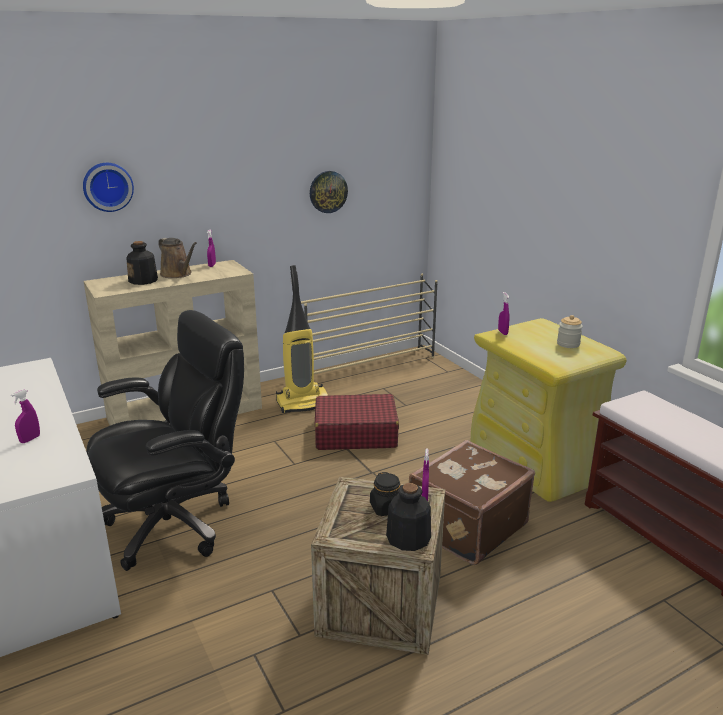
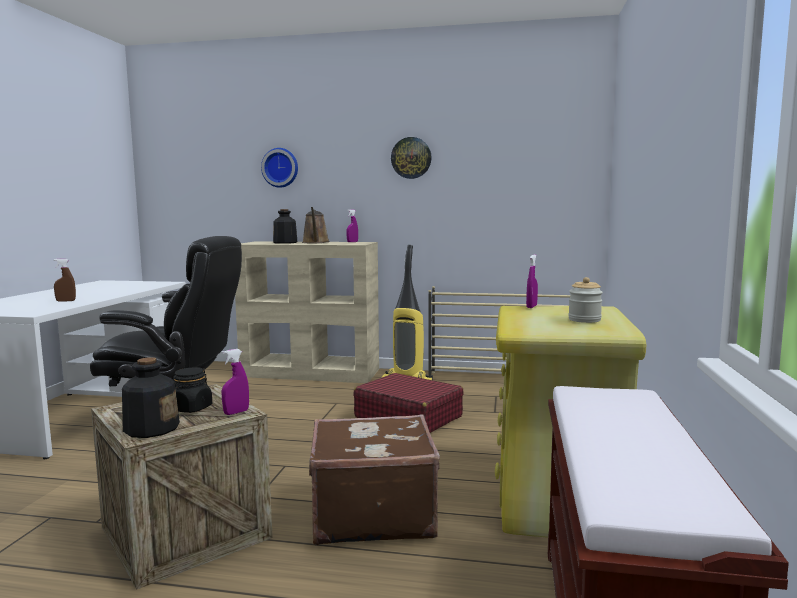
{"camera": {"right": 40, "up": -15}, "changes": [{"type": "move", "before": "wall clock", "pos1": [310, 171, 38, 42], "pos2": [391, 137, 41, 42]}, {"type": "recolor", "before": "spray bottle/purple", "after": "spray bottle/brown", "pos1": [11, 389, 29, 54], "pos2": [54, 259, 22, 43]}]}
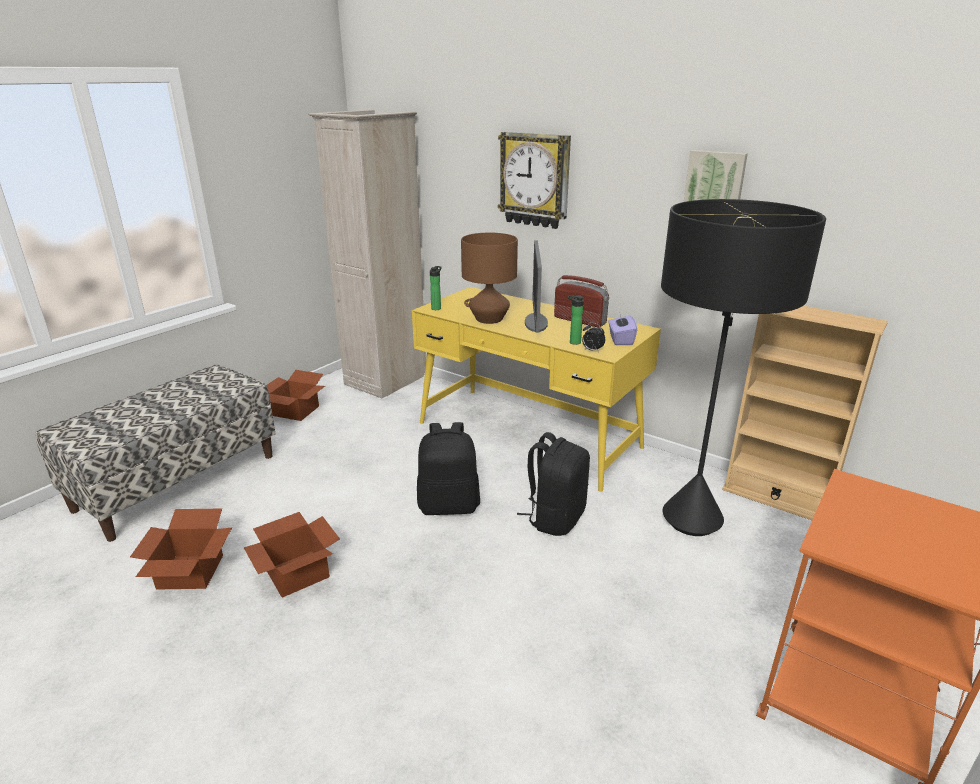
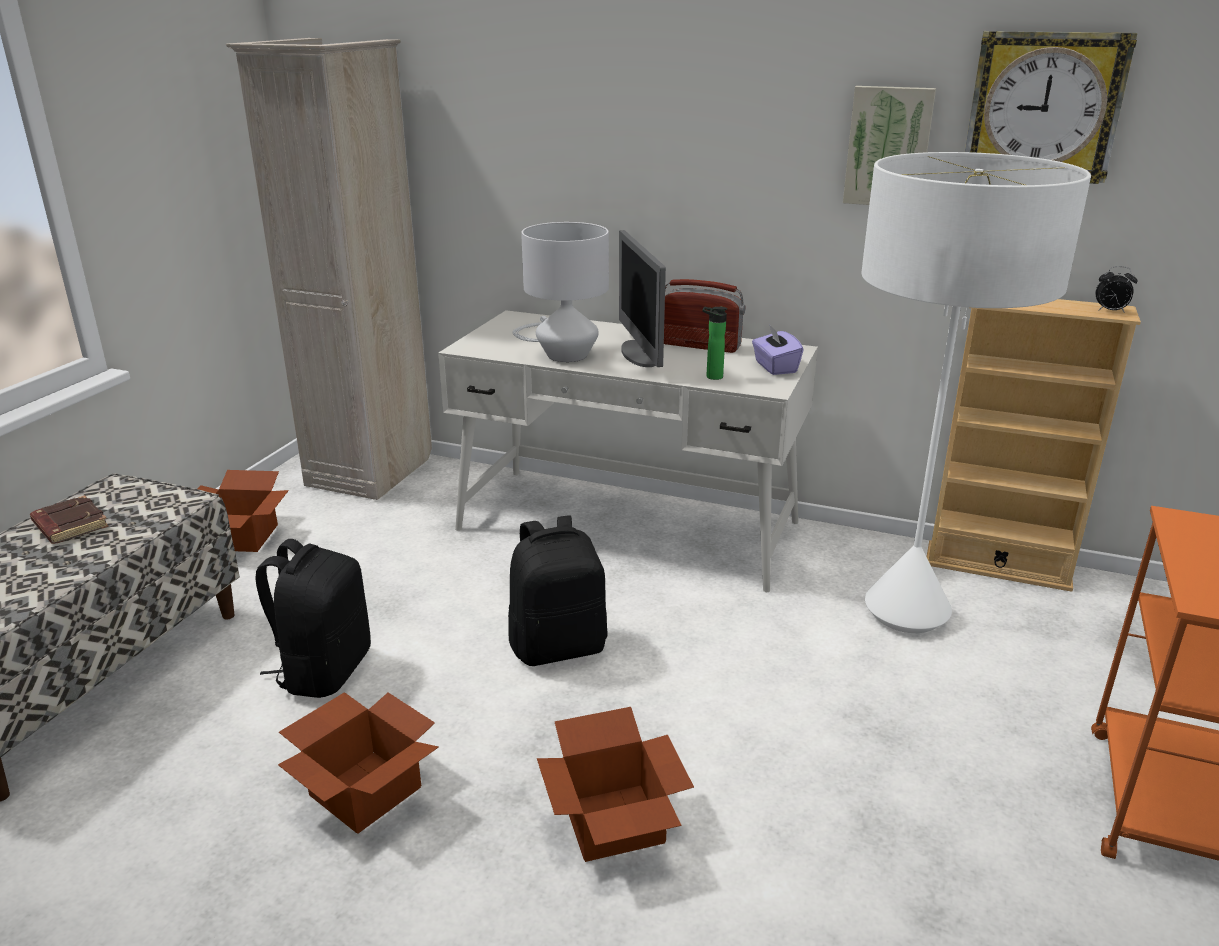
{"camera": {"right": -15, "up": 0}, "changes": [{"type": "delete", "before": "bottle", "pos1": [430, 266, 12, 44]}, {"type": "insert", "after": "book/brown", "pos2": [30, 495, 79, 49]}, {"type": "move", "before": "cardboard box", "pos1": [130, 509, 102, 81], "pos2": [537, 707, 157, 155]}, {"type": "move", "before": "wall clock", "pos1": [498, 132, 73, 97], "pos2": [965, 31, 172, 153]}, {"type": "move", "before": "backpack/black", "pos1": [517, 432, 73, 104], "pos2": [255, 539, 116, 159]}, {"type": "move", "before": "alarm clock", "pos1": [582, 322, 23, 30], "pos2": [1096, 266, 41, 47]}, {"type": "recolor", "before": "desk/yellow", "after": "desk/white", "pos1": [412, 287, 249, 205], "pos2": [438, 310, 380, 282]}, {"type": "recolor", "before": "table lamp/brown", "after": "table lamp/grey", "pos1": [461, 233, 57, 91], "pos2": [512, 222, 97, 140]}, {"type": "recolor", "before": "floor lamp/black", "after": "floor lamp/white", "pos1": [661, 199, 165, 337], "pos2": [861, 152, 230, 481]}]}
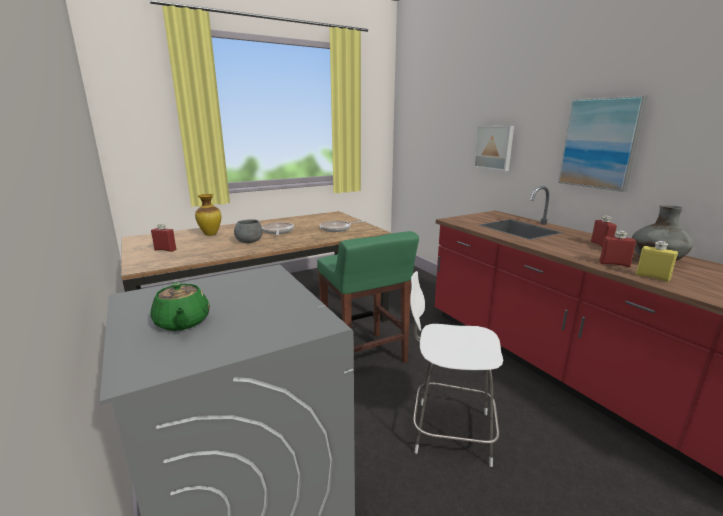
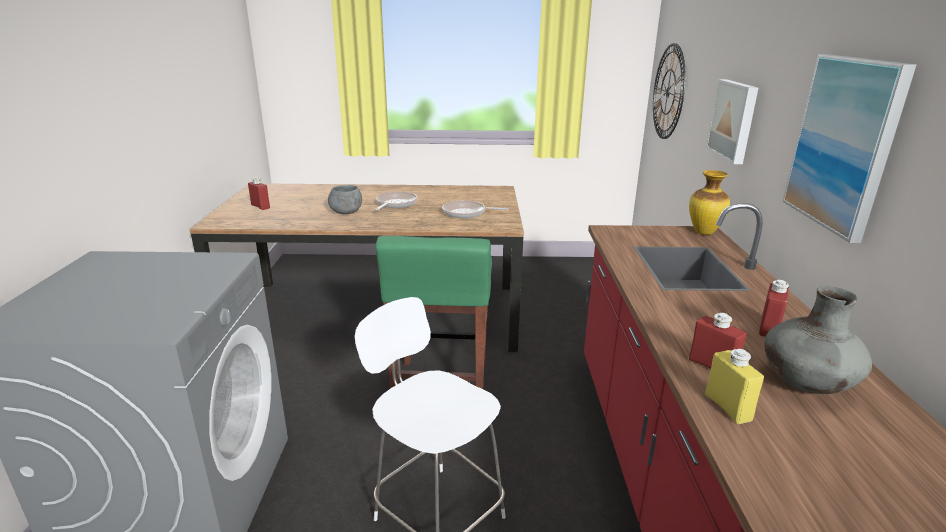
{"camera": {"right": 30, "up": 5}, "changes": [{"type": "delete", "before": "teapot/green", "pos1": [150, 282, 60, 49]}, {"type": "insert", "after": "wall clock", "pos2": [653, 43, 32, 96]}, {"type": "move", "before": "vase", "pos1": [195, 194, 26, 42], "pos2": [689, 170, 41, 65]}]}
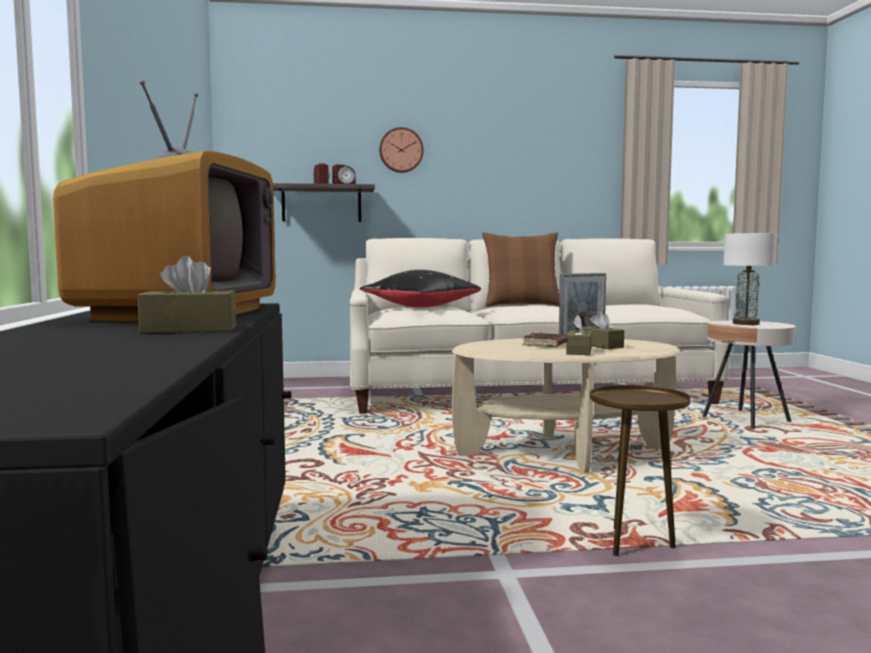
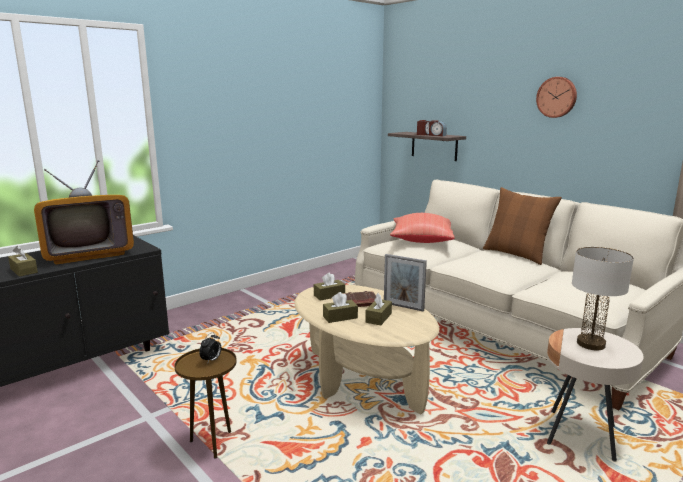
{"camera": {"right": 55, "up": 10}, "changes": [{"type": "insert", "after": "alarm clock", "pos2": [199, 332, 22, 32]}, {"type": "insert", "after": "tissue box/brown", "pos2": [314, 272, 31, 29]}, {"type": "move", "before": "wall clock", "pos1": [379, 127, 45, 46], "pos2": [536, 77, 41, 41]}, {"type": "recolor", "before": "pillow/black", "after": "pillow/red", "pos1": [360, 270, 121, 37], "pos2": [390, 213, 65, 30]}]}
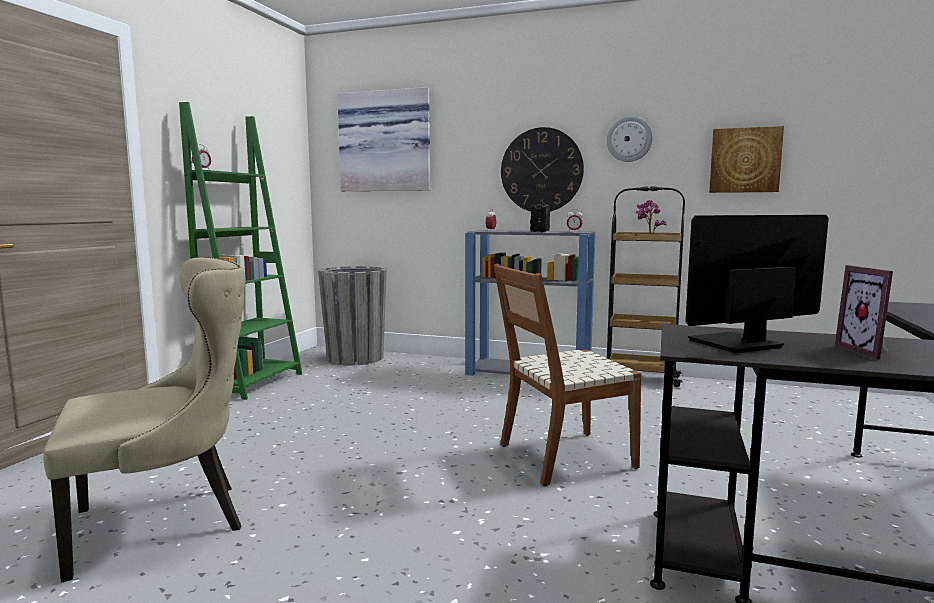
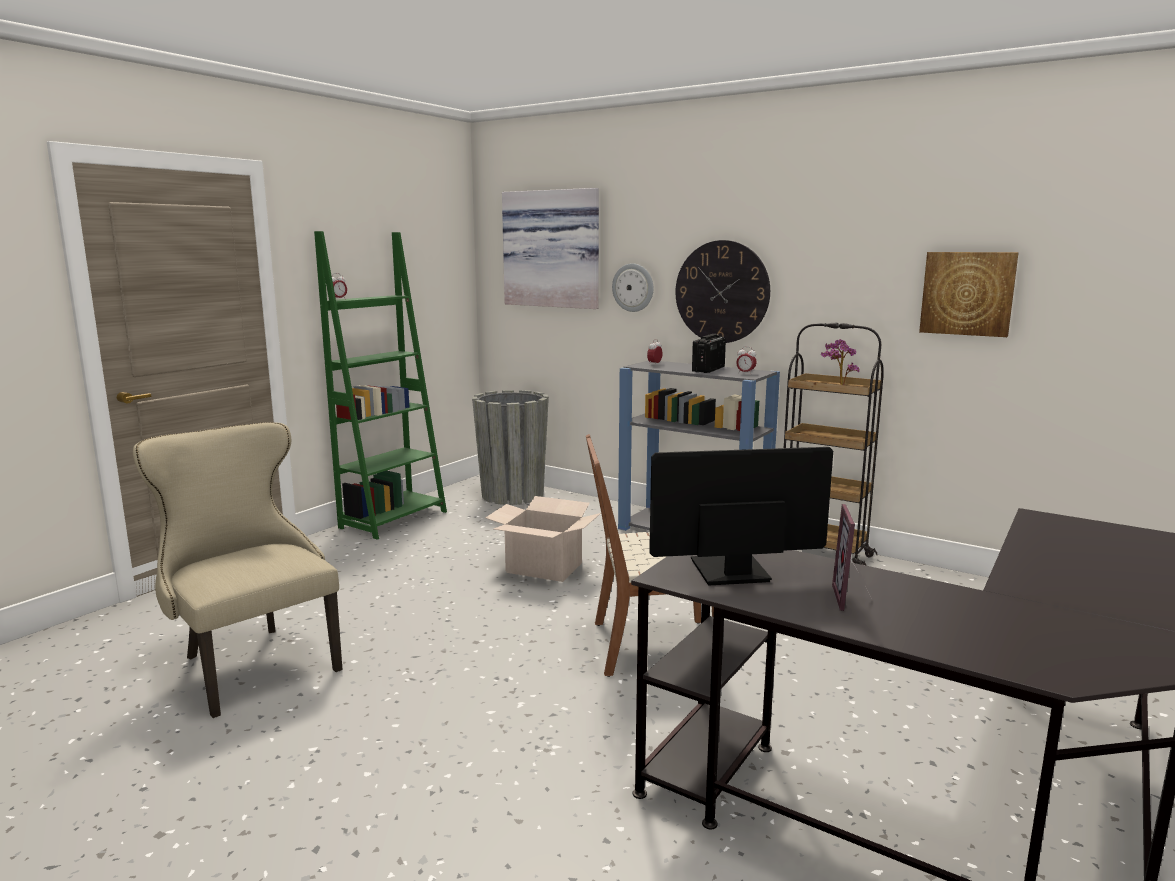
{"camera": {"right": 15, "up": 5}, "changes": [{"type": "insert", "after": "cardboard box", "pos2": [485, 496, 116, 86]}, {"type": "move", "before": "wall clock", "pos1": [607, 116, 46, 46], "pos2": [612, 263, 42, 49]}, {"type": "rotate", "before": "chair/beige", "pos1": [43, 257, 202, 326], "pos2": [133, 422, 210, 296], "turn": -120}]}
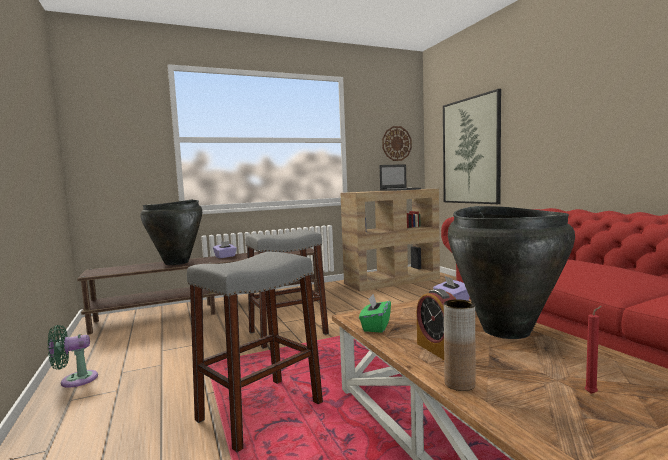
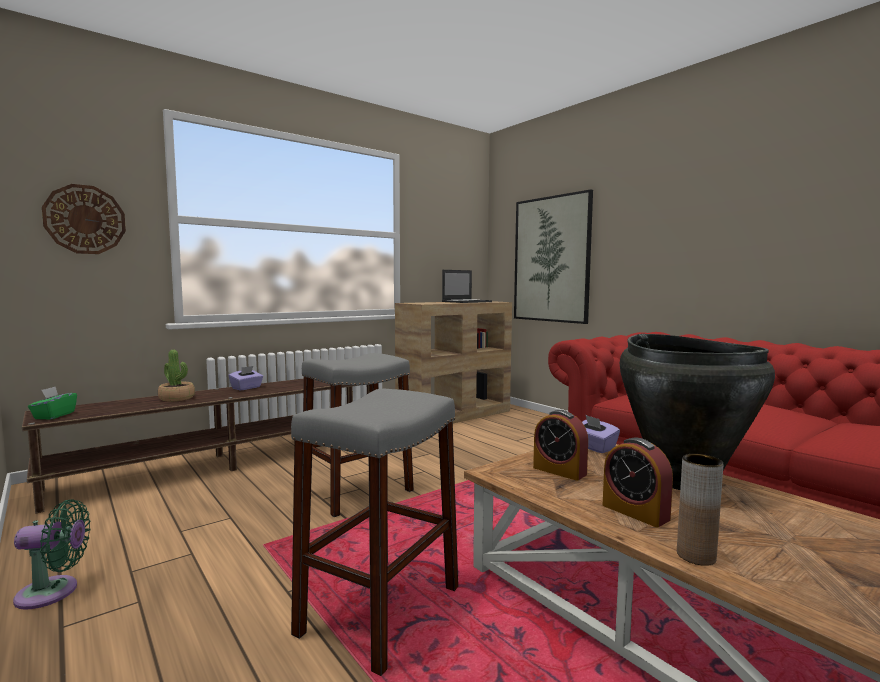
{"camera": {"right": -15, "up": 0}, "changes": [{"type": "delete", "before": "candle/red", "pos1": [585, 306, 17, 88]}, {"type": "insert", "after": "alarm clock", "pos2": [533, 410, 55, 71]}, {"type": "move", "before": "tissue box/green", "pos1": [359, 294, 32, 39], "pos2": [28, 387, 49, 32]}, {"type": "move", "before": "wall clock", "pos1": [382, 126, 30, 35], "pos2": [42, 184, 84, 70]}, {"type": "replace", "before": "vase/black", "after": "potted plant", "pos1": [140, 200, 62, 65], "pos2": [158, 350, 37, 51]}, {"type": "rotate", "before": "fan/green", "pos1": [48, 325, 50, 63], "pos2": [13, 499, 77, 111], "turn": -150}]}
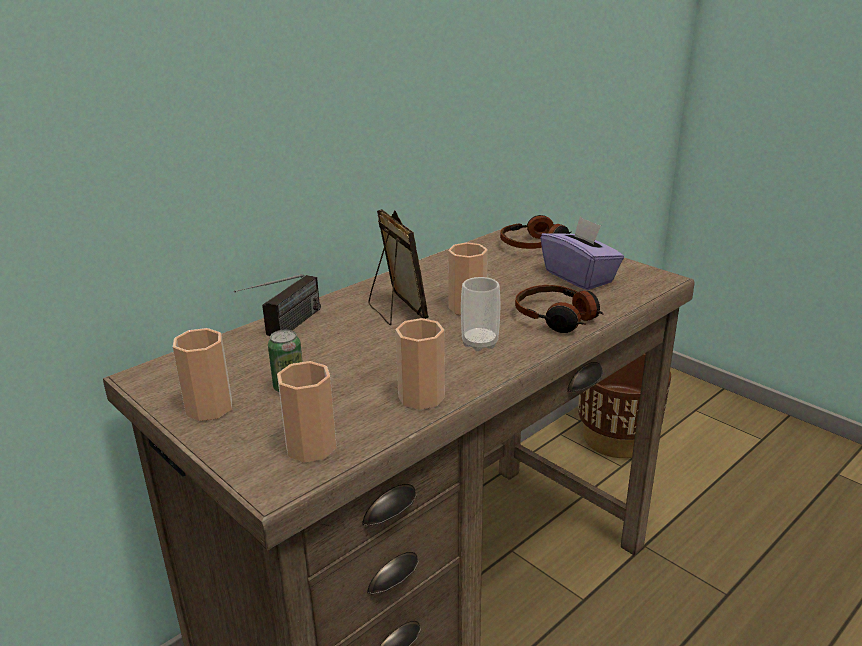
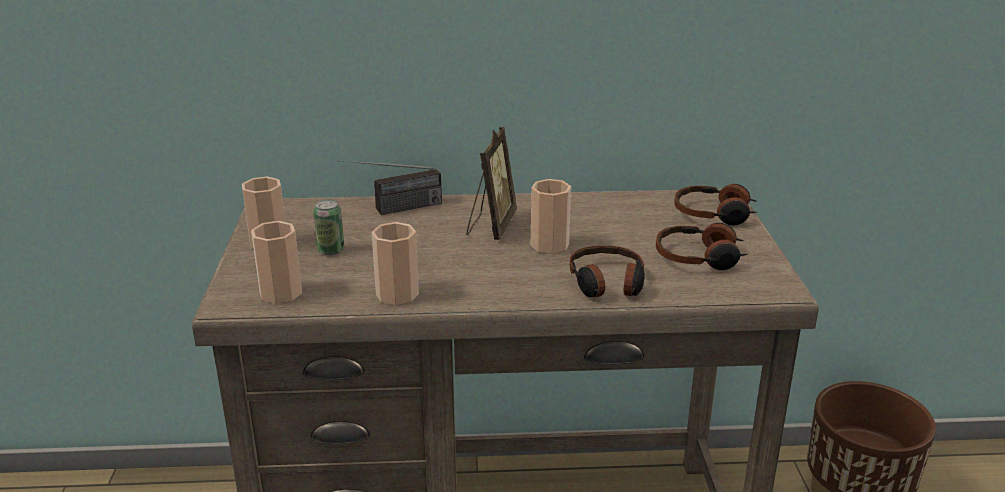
{"camera": {"right": 40, "up": 0}, "changes": [{"type": "delete", "before": "cup", "pos1": [461, 277, 39, 74]}, {"type": "replace", "before": "tissue box/purple", "after": "headphones", "pos1": [541, 217, 83, 73], "pos2": [656, 223, 92, 47]}]}
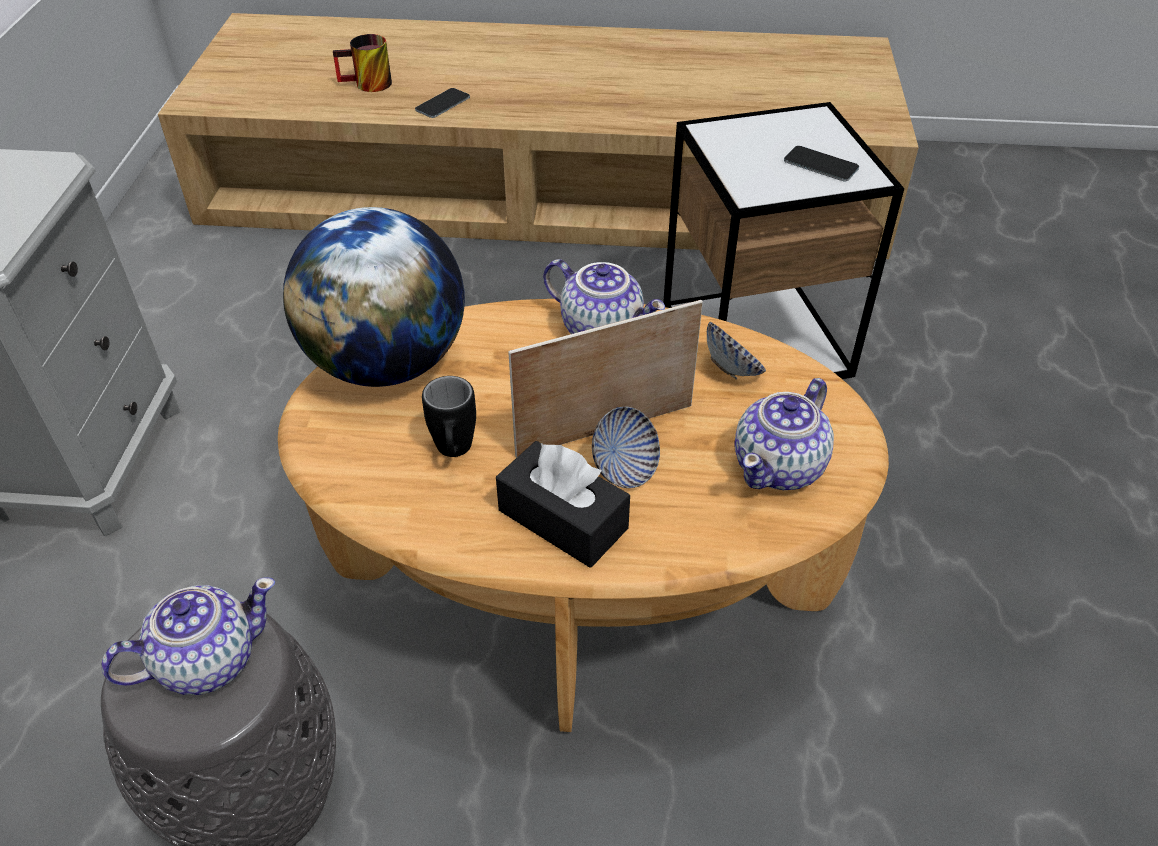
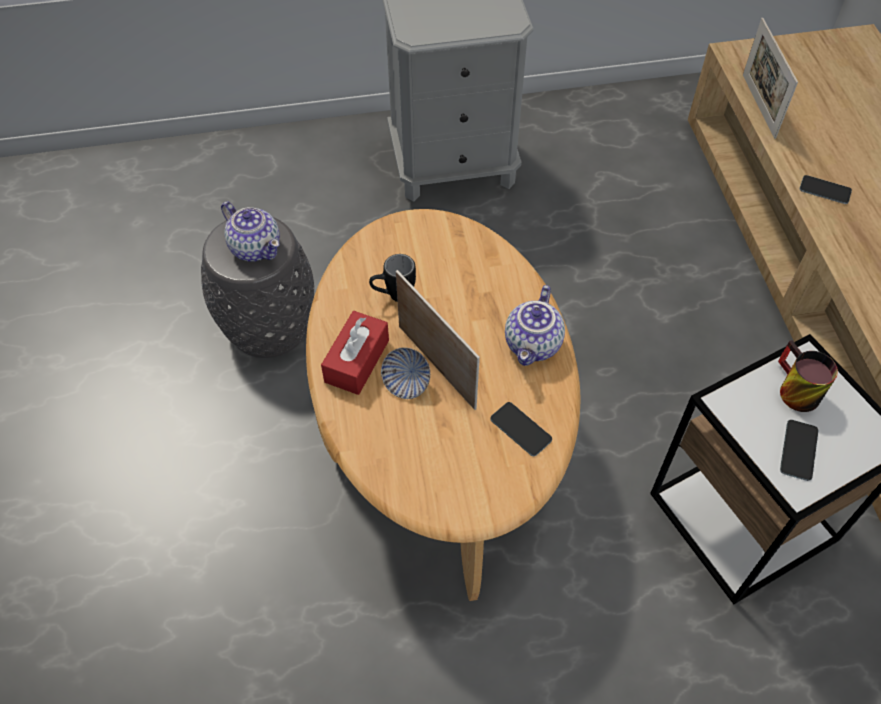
{"camera": {"right": 75, "up": 10}, "changes": [{"type": "delete", "before": "globe", "pos1": [283, 207, 182, 180]}, {"type": "delete", "before": "teapot", "pos1": [734, 378, 100, 112]}, {"type": "insert", "after": "picture frame", "pos2": [743, 18, 55, 121]}, {"type": "move", "before": "mug", "pos1": [333, 34, 59, 58], "pos2": [778, 340, 60, 72]}, {"type": "replace", "before": "bowl", "after": "phone", "pos1": [707, 322, 59, 58], "pos2": [490, 402, 62, 54]}, {"type": "recolor", "before": "tissue box/black", "after": "tissue box/red", "pos1": [496, 441, 134, 127], "pos2": [321, 311, 68, 84]}]}
